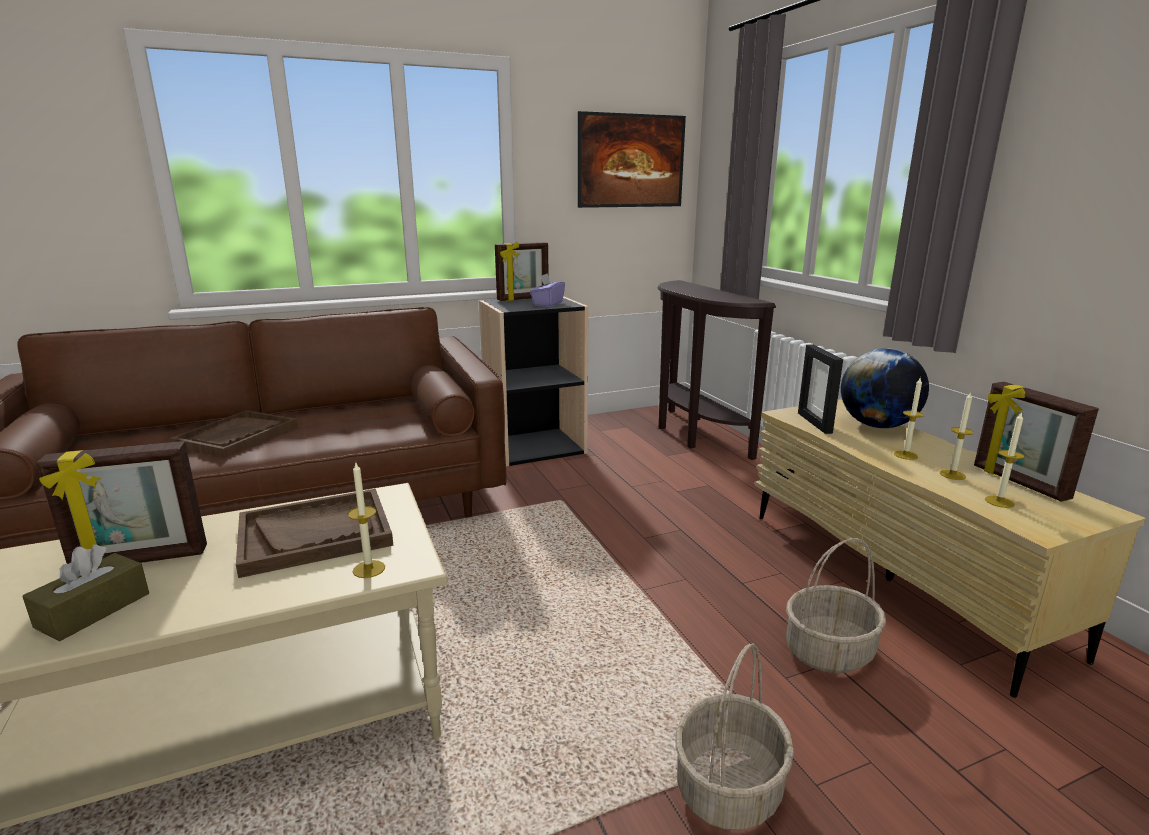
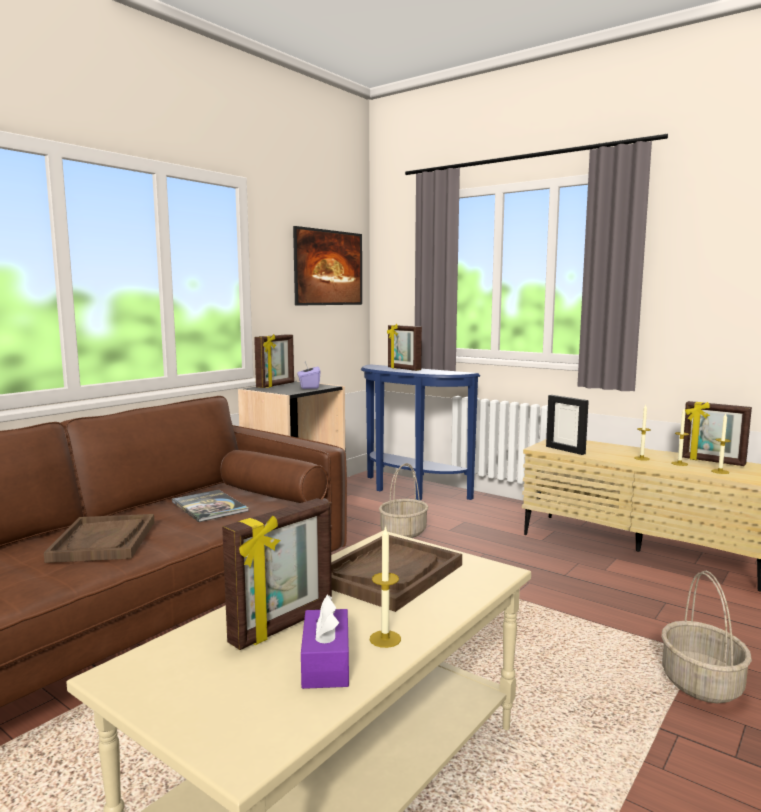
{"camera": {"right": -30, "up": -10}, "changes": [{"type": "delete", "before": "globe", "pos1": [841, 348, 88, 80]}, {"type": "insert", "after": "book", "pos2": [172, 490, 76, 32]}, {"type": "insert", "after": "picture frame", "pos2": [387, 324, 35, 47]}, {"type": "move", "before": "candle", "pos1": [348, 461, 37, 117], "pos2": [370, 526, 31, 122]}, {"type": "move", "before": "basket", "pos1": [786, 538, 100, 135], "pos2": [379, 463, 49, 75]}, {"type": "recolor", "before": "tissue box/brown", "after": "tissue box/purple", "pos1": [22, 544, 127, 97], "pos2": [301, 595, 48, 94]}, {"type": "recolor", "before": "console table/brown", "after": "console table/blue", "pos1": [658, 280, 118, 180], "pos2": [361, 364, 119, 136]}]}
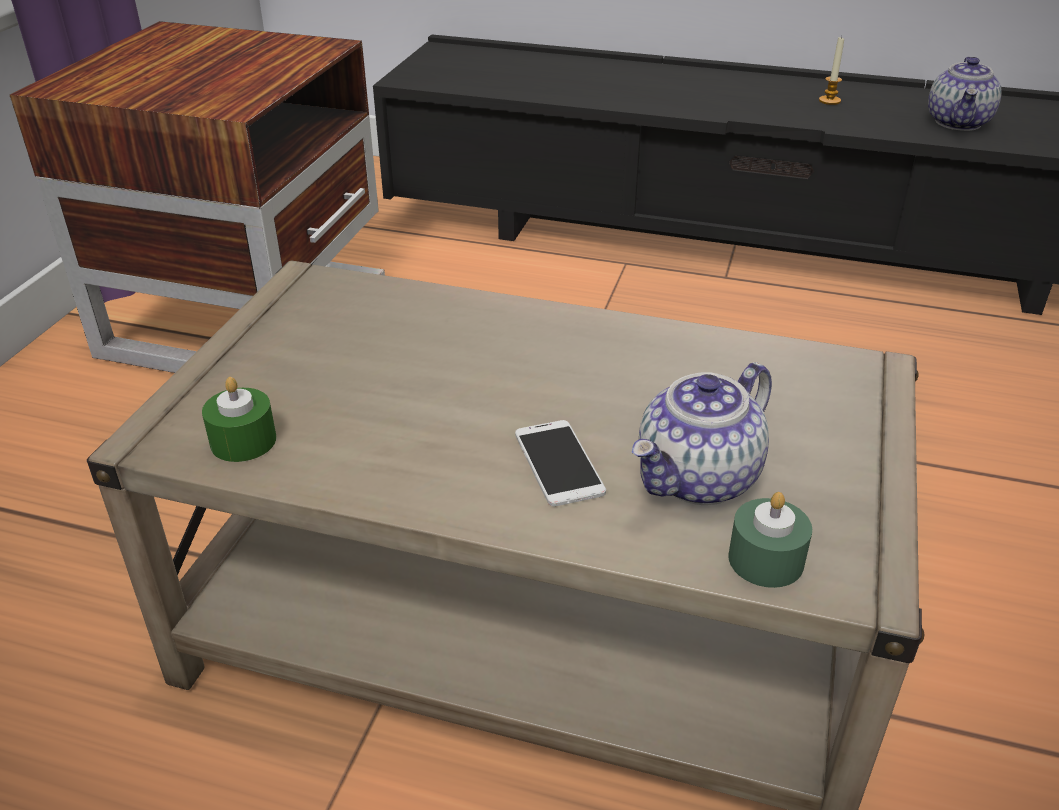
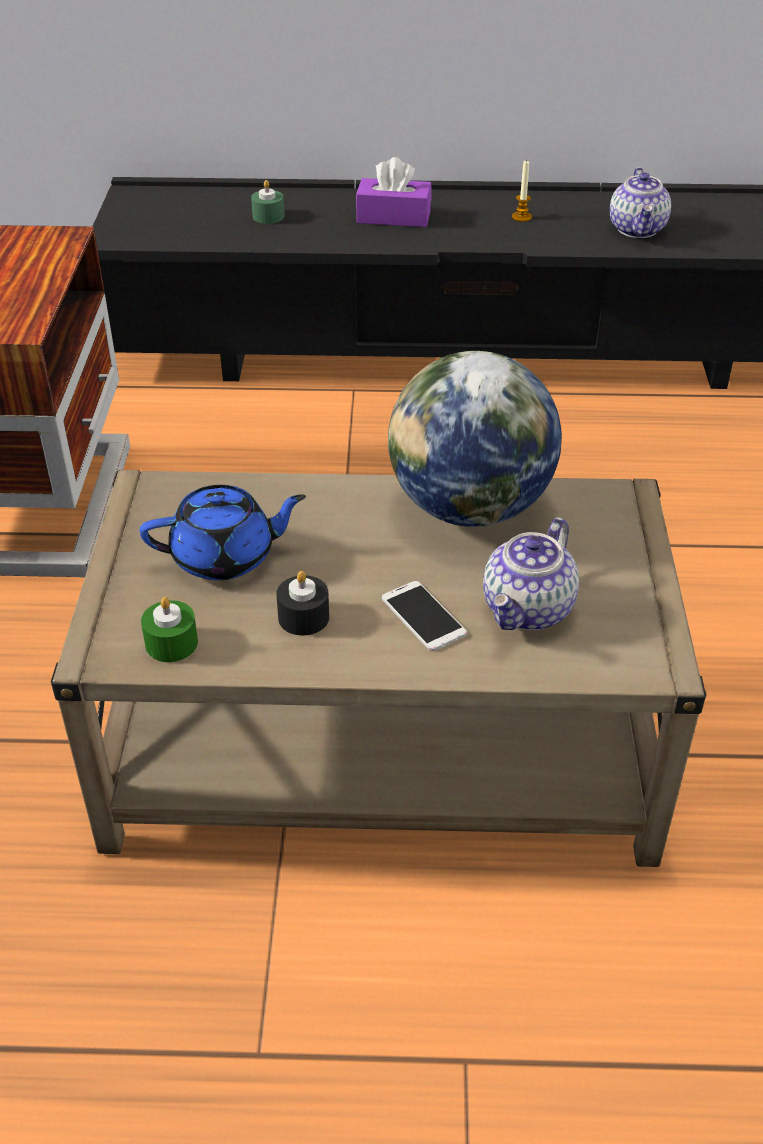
{"camera": {"right": -15, "up": 5}, "changes": [{"type": "insert", "after": "teapot/blue", "pos2": [140, 485, 166, 95]}, {"type": "insert", "after": "candle/black", "pos2": [276, 571, 53, 64]}, {"type": "insert", "after": "tissue box/purple", "pos2": [356, 157, 76, 70]}, {"type": "insert", "after": "globe", "pos2": [388, 351, 174, 176]}, {"type": "move", "before": "candle/green", "pos1": [728, 492, 84, 96], "pos2": [251, 180, 33, 44]}]}
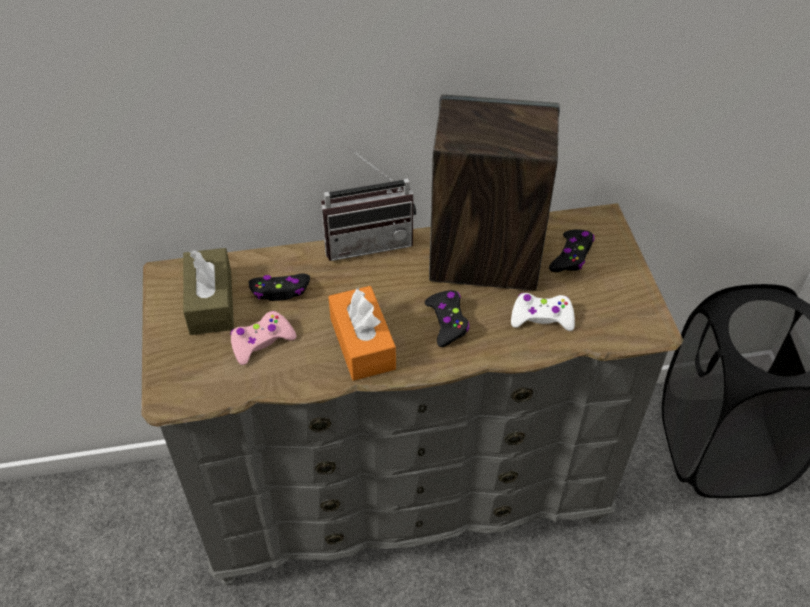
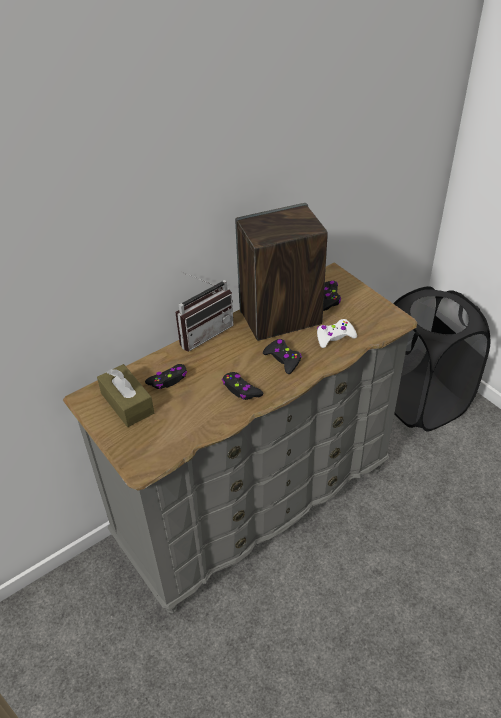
{"camera": {"right": -25, "up": -5}, "changes": [{"type": "delete", "before": "game controller/pink", "pos1": [230, 311, 66, 54]}, {"type": "replace", "before": "tissue box/orange", "after": "game controller/black", "pos1": [328, 286, 68, 95], "pos2": [222, 372, 42, 28]}]}
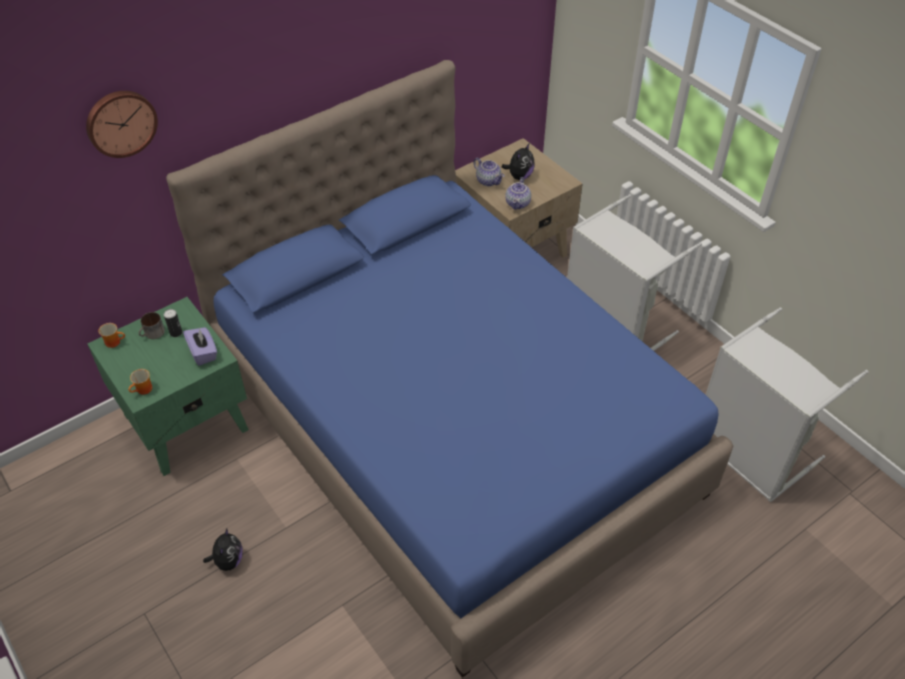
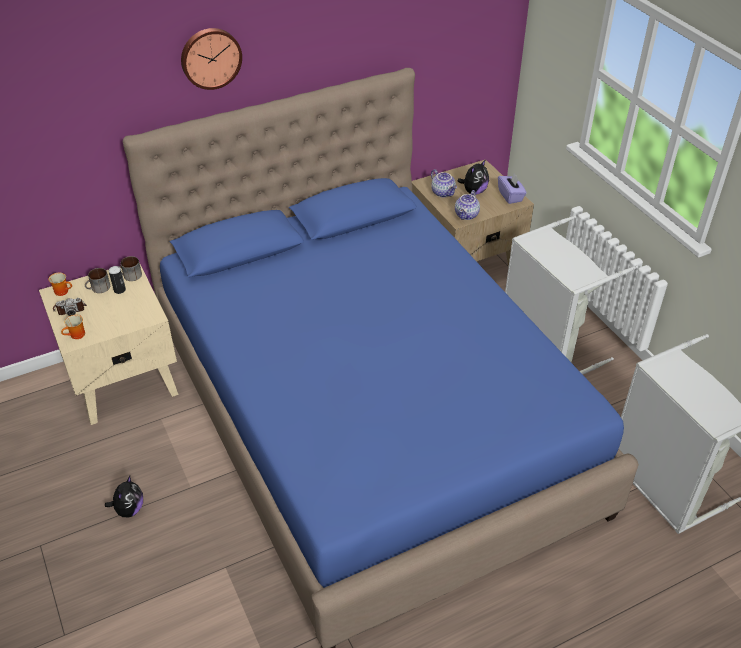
{"camera": {"right": 10, "up": -5}, "changes": [{"type": "insert", "after": "photo camera", "pos2": [53, 298, 34, 18]}, {"type": "insert", "after": "mug", "pos2": [119, 256, 23, 25]}, {"type": "move", "before": "wall clock", "pos1": [86, 91, 72, 67], "pos2": [181, 28, 61, 62]}, {"type": "move", "before": "tissue box/purple", "pos1": [183, 327, 34, 39], "pos2": [498, 173, 29, 31]}, {"type": "recolor", "before": "nightstand/green", "after": "nightstand/beige", "pos1": [87, 297, 162, 179], "pos2": [39, 262, 140, 163]}]}
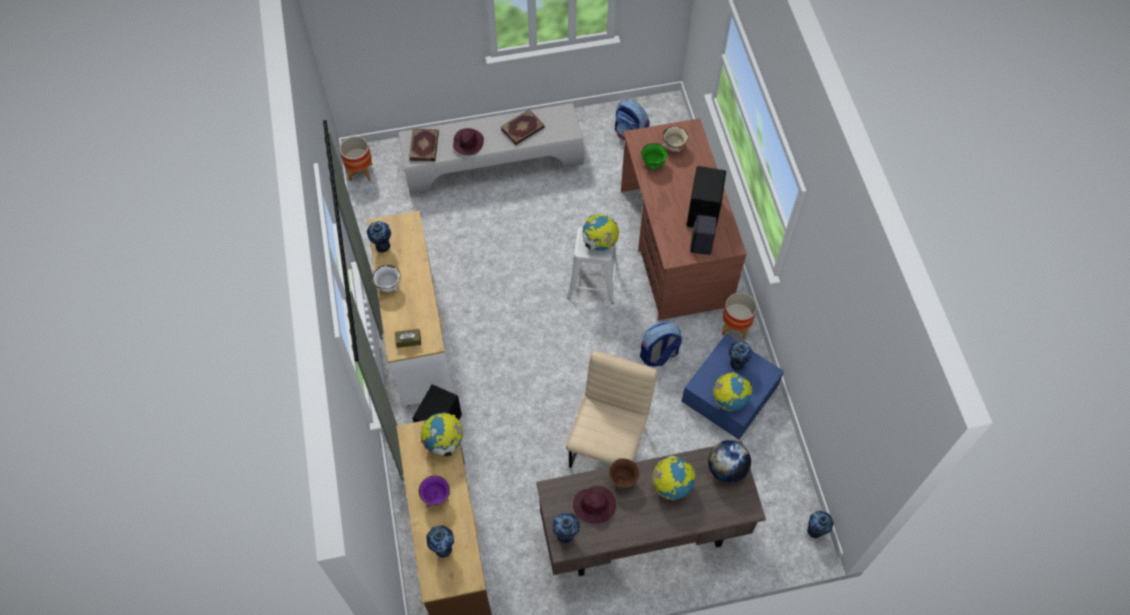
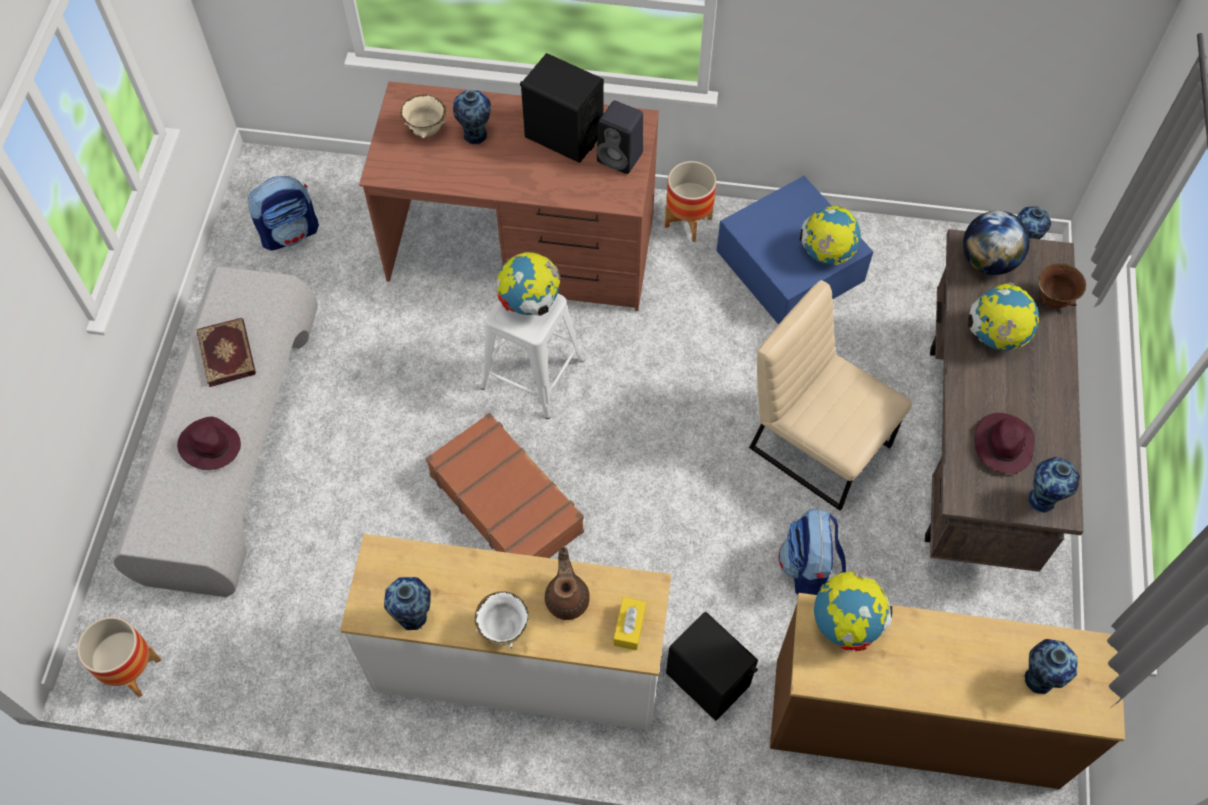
{"camera": {"right": -70, "up": 0}, "changes": [{"type": "delete", "before": "book", "pos1": [409, 129, 30, 32]}, {"type": "delete", "before": "bowl/purple", "pos1": [419, 475, 31, 32]}, {"type": "delete", "before": "bowl/green", "pos1": [641, 143, 27, 27]}, {"type": "insert", "after": "suitcase/brown", "pos2": [425, 413, 159, 145]}, {"type": "insert", "after": "teapot/brown", "pos2": [545, 546, 45, 74]}, {"type": "move", "before": "bowl/brown", "pos1": [609, 458, 31, 32], "pos2": [1038, 263, 48, 45]}, {"type": "move", "before": "backpack", "pos1": [640, 322, 42, 45], "pos2": [779, 509, 67, 86]}, {"type": "move", "before": "vase", "pos1": [728, 341, 25, 29], "pos2": [453, 90, 38, 55]}, {"type": "recolor", "before": "tissue box/brown", "after": "tissue box/yellow", "pos1": [395, 329, 26, 19], "pos2": [613, 597, 33, 53]}]}
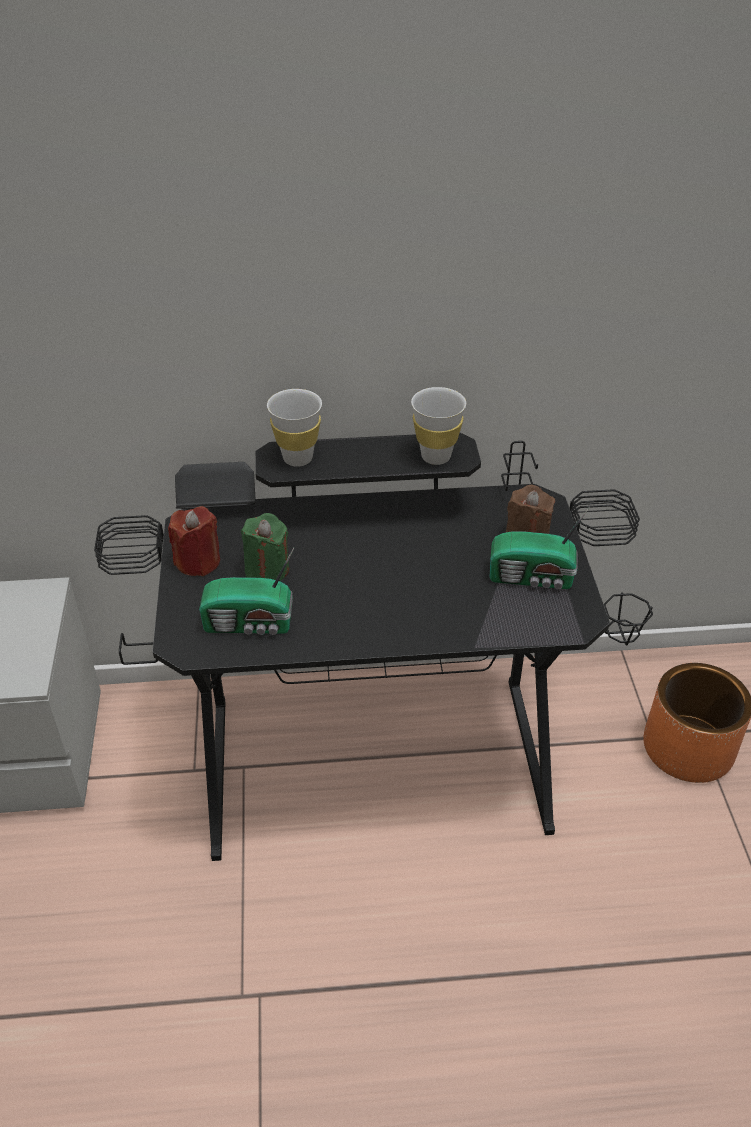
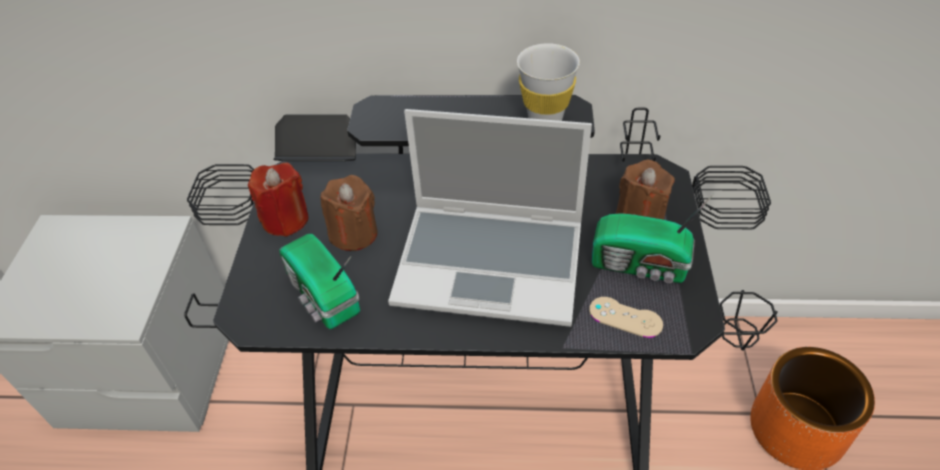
{"camera": {"right": 10, "up": 5}, "changes": [{"type": "delete", "before": "cup/white", "pos1": [267, 389, 55, 78]}, {"type": "insert", "after": "laptop", "pos2": [388, 109, 204, 218]}, {"type": "insert", "after": "game controller/beige", "pos2": [589, 297, 74, 41]}, {"type": "recolor", "before": "candle/green", "after": "candle/brown", "pos1": [241, 513, 48, 68], "pos2": [320, 175, 57, 76]}, {"type": "rotate", "before": "radio", "pos1": [199, 547, 96, 88], "pos2": [280, 234, 80, 95], "turn": 45}]}
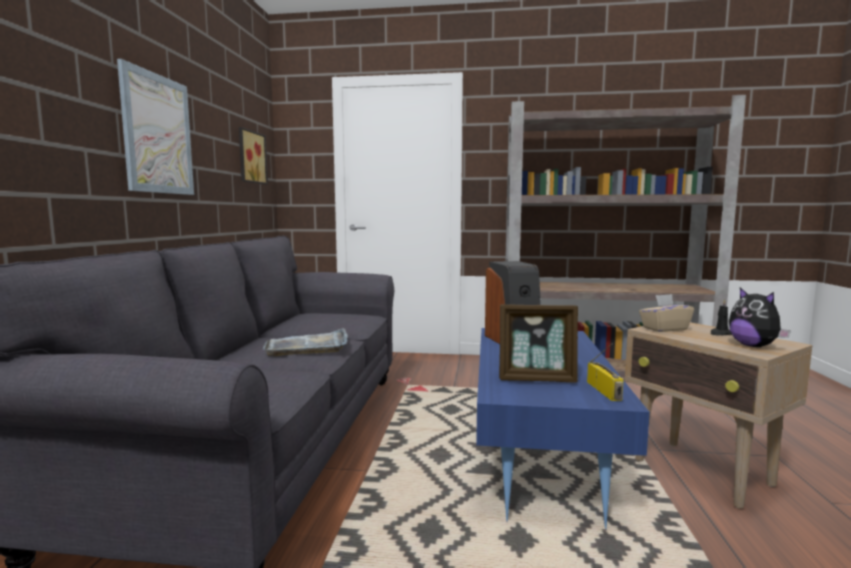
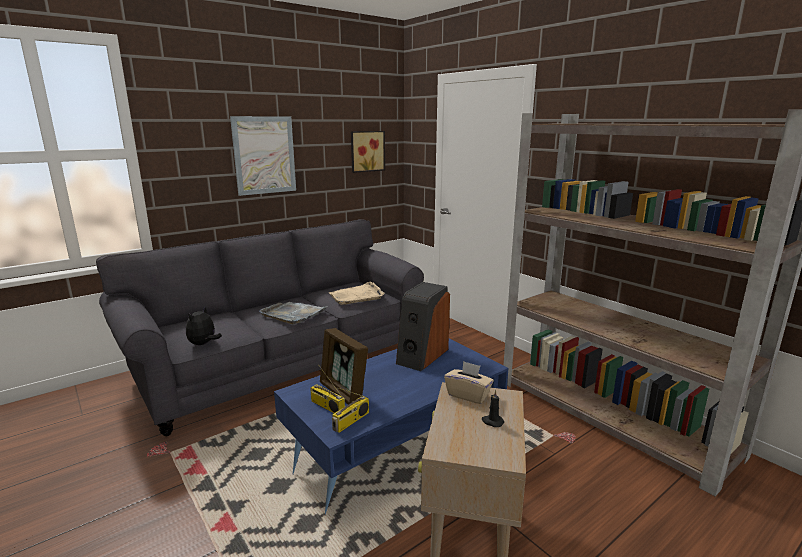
{"camera": {"right": 45, "up": 10}, "changes": [{"type": "insert", "after": "radio", "pos2": [310, 367, 35, 46]}, {"type": "insert", "after": "tray/beige", "pos2": [328, 282, 57, 23]}, {"type": "move", "before": "plush toy", "pos1": [729, 288, 62, 59], "pos2": [186, 307, 36, 38]}]}
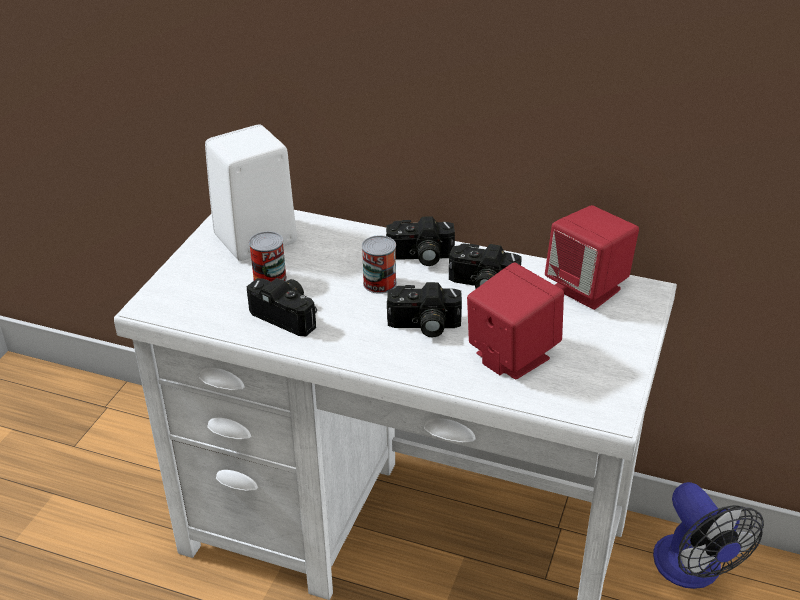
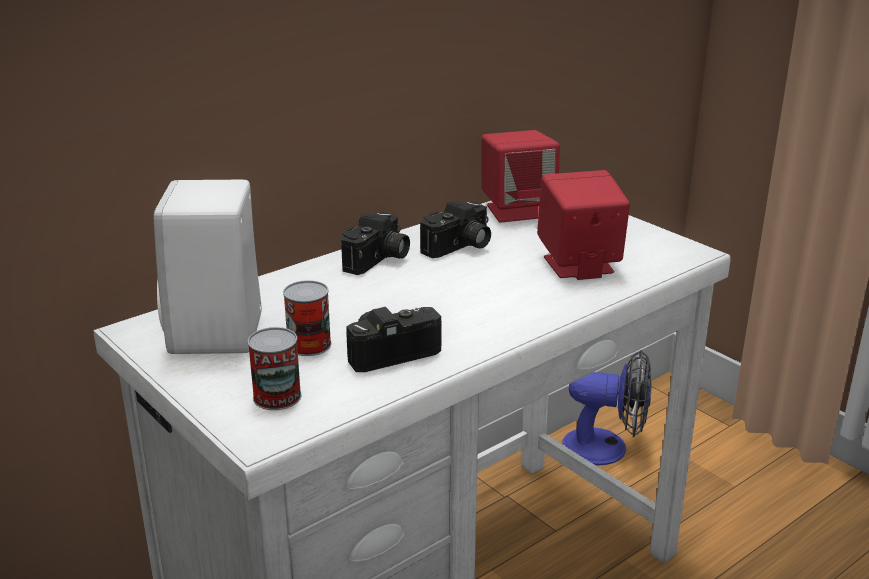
{"camera": {"right": -60, "up": -10}, "changes": [{"type": "delete", "before": "photo camera", "pos1": [387, 282, 75, 56]}, {"type": "move", "before": "can", "pos1": [362, 235, 35, 59], "pos2": [248, 327, 53, 83]}]}
